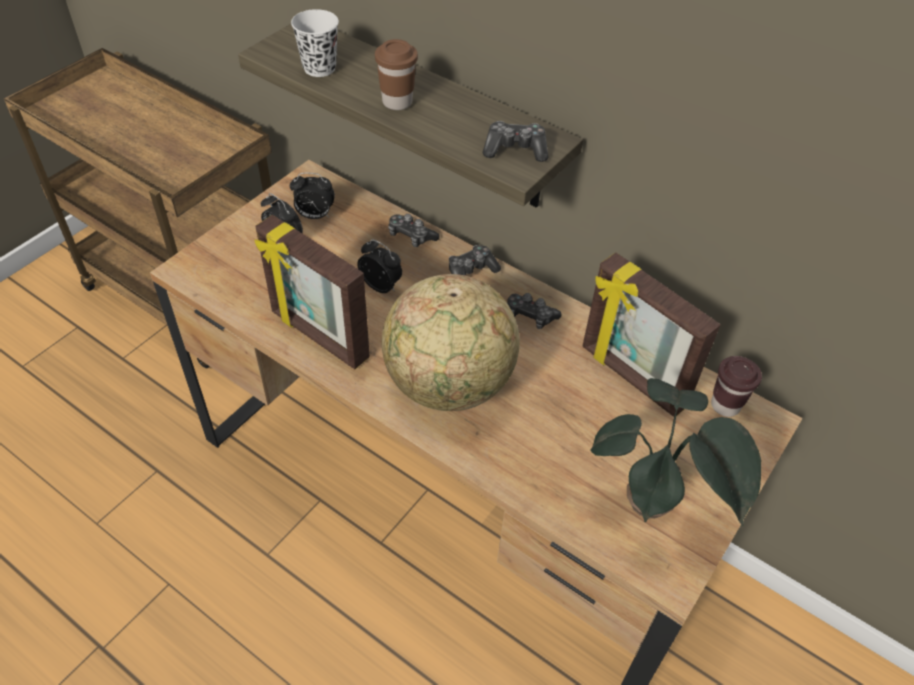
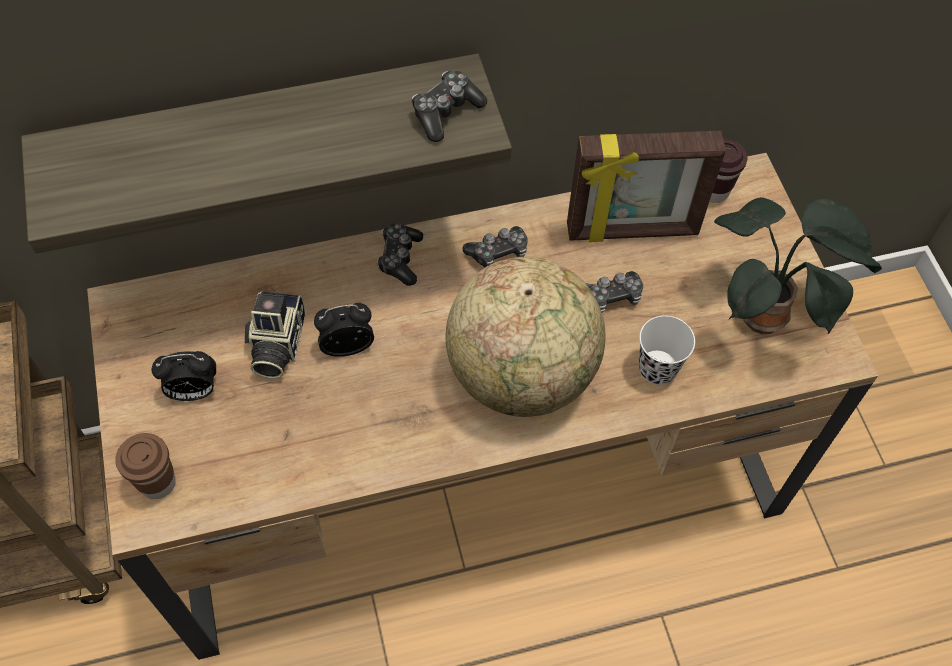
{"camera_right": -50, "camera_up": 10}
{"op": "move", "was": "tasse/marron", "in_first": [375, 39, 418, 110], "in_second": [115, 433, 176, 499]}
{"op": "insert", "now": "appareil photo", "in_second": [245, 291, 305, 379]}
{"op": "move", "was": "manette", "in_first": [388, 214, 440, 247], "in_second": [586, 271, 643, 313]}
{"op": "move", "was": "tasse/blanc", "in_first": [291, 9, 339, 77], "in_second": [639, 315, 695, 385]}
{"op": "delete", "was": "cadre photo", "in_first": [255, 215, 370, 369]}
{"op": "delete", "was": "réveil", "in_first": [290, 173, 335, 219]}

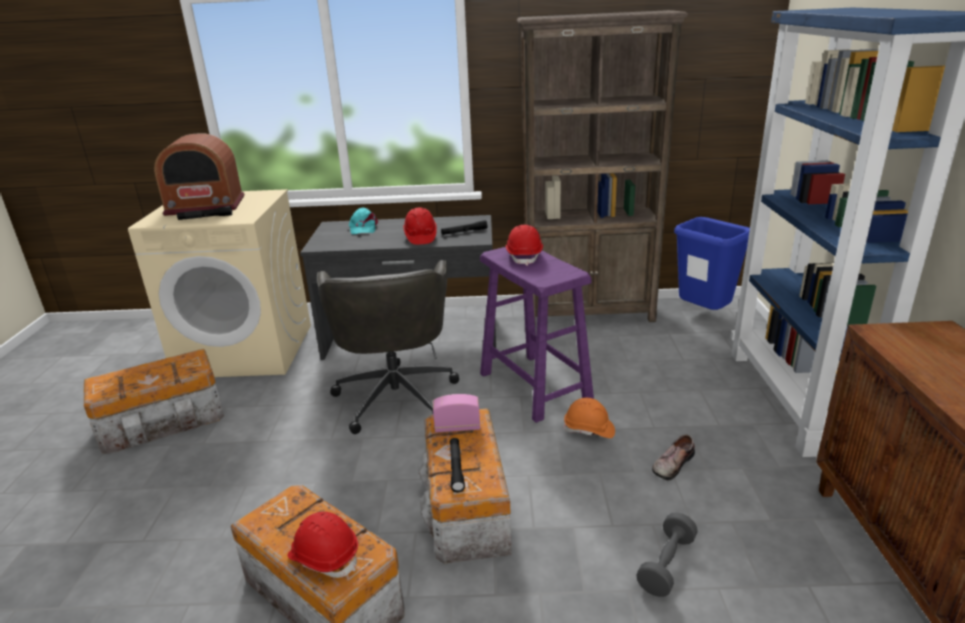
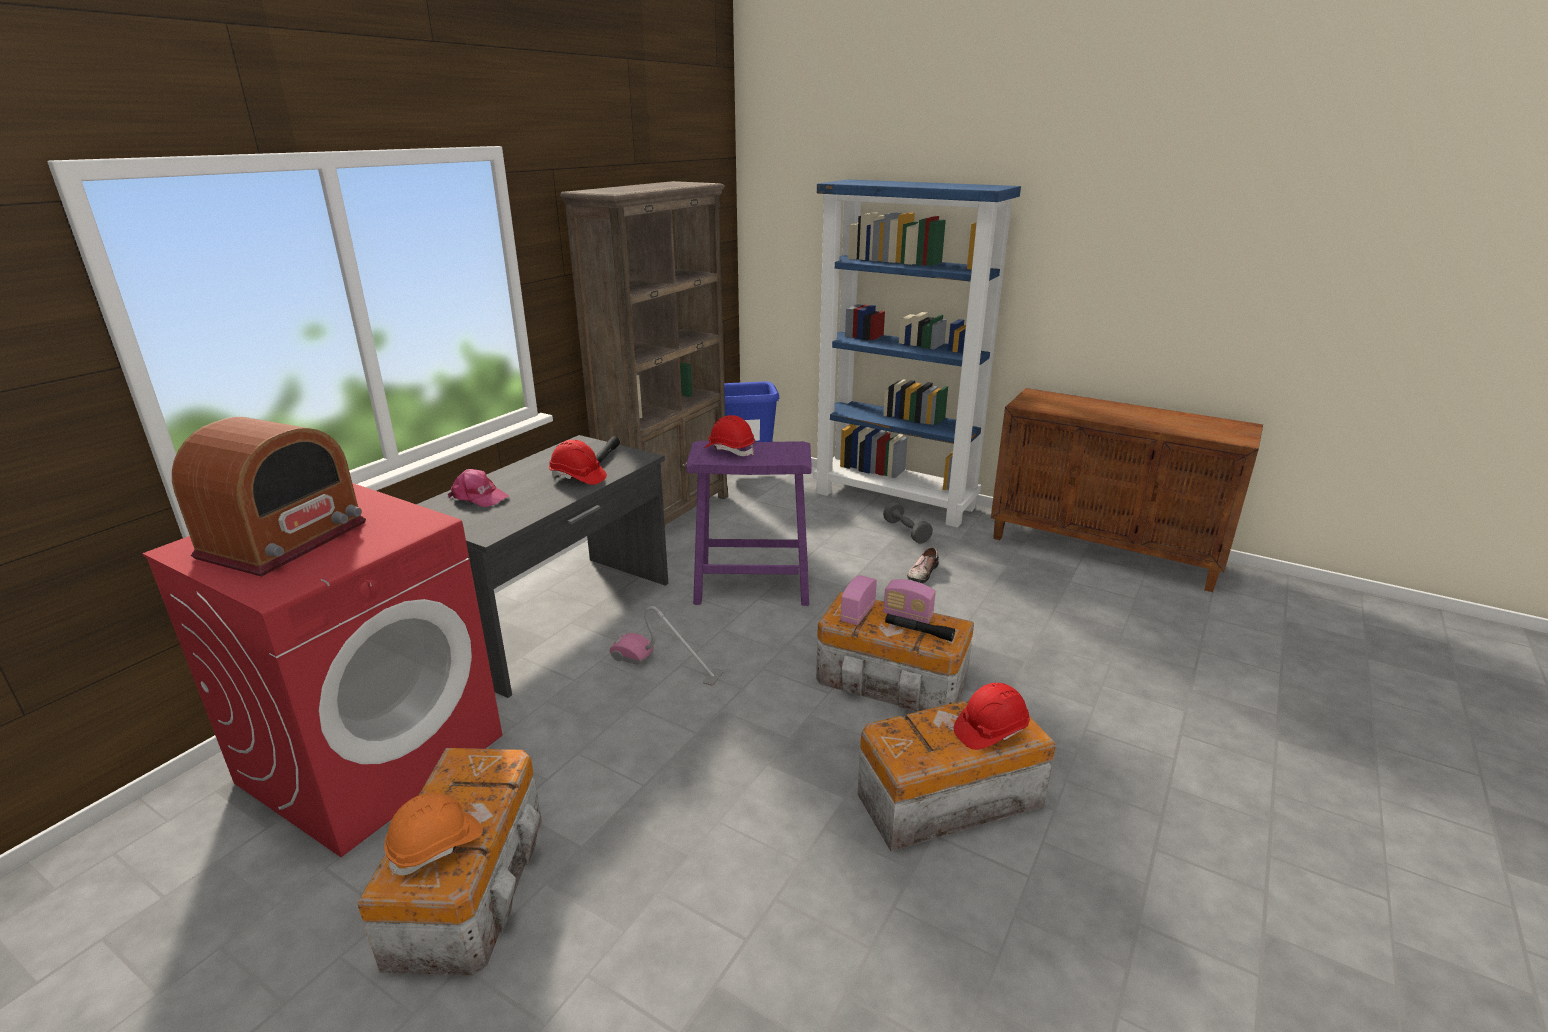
{"camera_right": -60, "camera_up": 0}
{"op": "recolor", "was": "lave-linge/beige", "now": "lave-linge/rouge", "in_first": [128, 189, 311, 377], "in_second": [142, 483, 502, 857]}
{"op": "move", "was": "casque de chantier/orange", "in_first": [563, 398, 615, 438], "in_second": [384, 793, 483, 876]}
{"op": "recolor", "was": "casquette/turquoise", "now": "casquette/rose", "in_first": [349, 207, 378, 234], "in_second": [448, 469, 509, 507]}
{"op": "replace", "was": "chaise de bureau/gris", "now": "aspirateur", "in_first": [317, 260, 459, 434], "in_second": [610, 606, 723, 686]}
{"op": "move", "was": "haltère/gris", "in_first": [637, 512, 698, 597], "in_second": [883, 502, 933, 543]}
{"op": "insert", "now": "radio", "in_second": [883, 579, 936, 624]}
{"op": "rotate", "was": "chaussure", "in_first": [652, 435, 695, 480], "in_second": [907, 547, 939, 583], "clockwise": 45}
{"op": "delete", "was": "lampe de poche/noir", "in_first": [177, 206, 232, 220]}

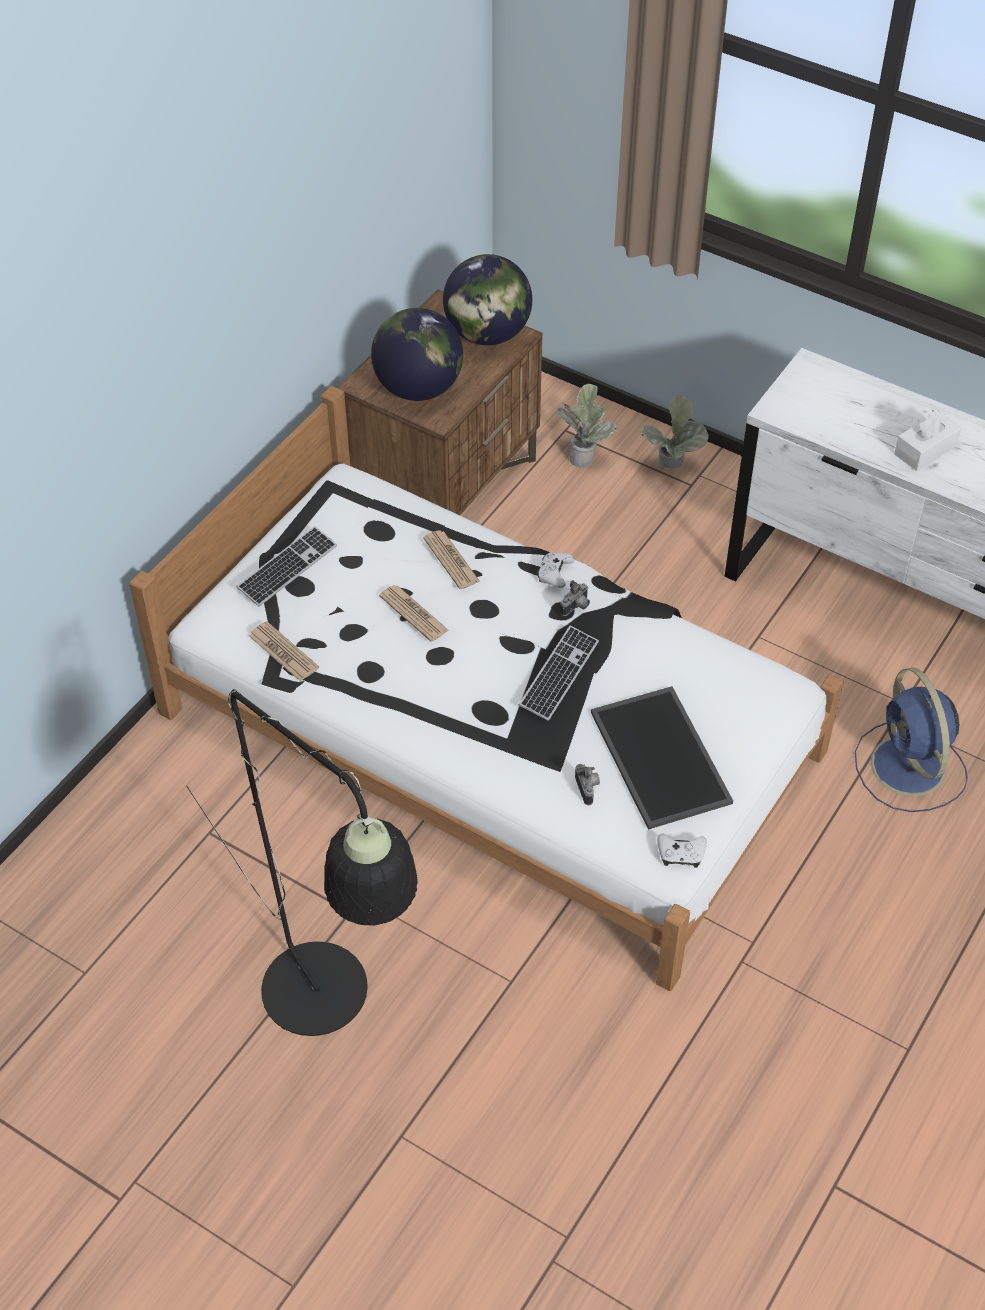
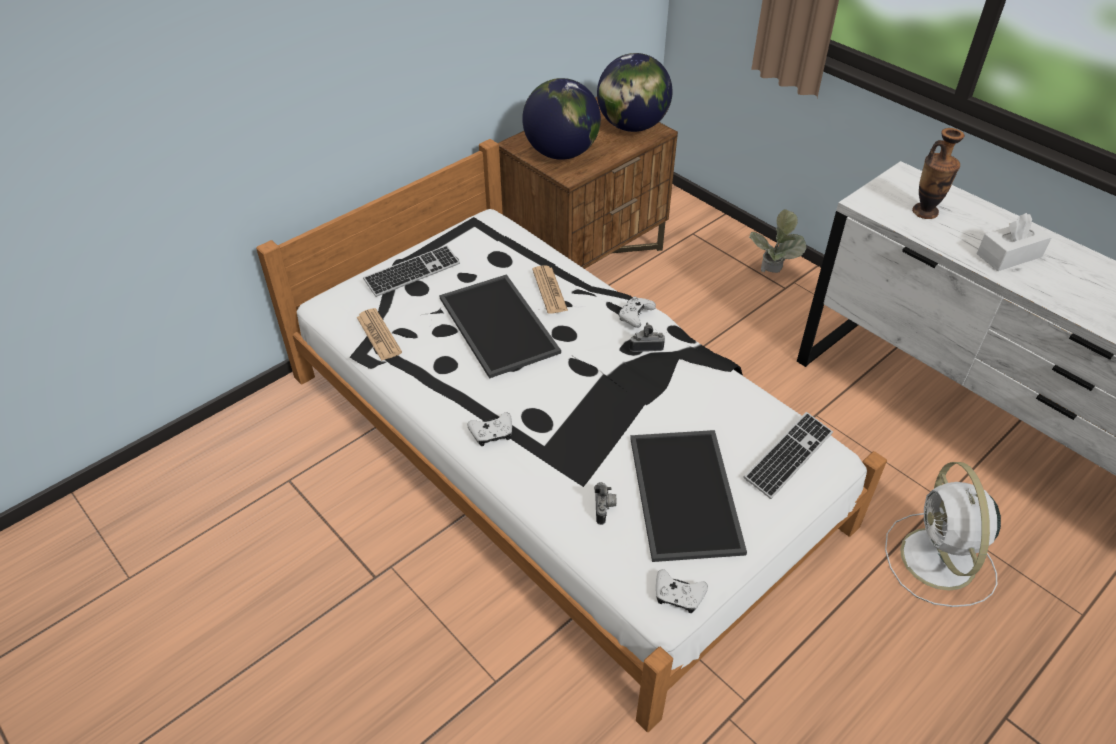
{"camera_right": 15, "camera_up": -5}
{"op": "replace", "was": "journal", "now": "plateau", "in_first": [379, 585, 449, 642], "in_second": [439, 274, 561, 379]}
{"op": "insert", "now": "manette/blanc", "in_second": [467, 412, 512, 446]}
{"op": "rotate", "was": "appareil photo", "in_first": [560, 580, 590, 616], "in_second": [629, 323, 665, 352], "clockwise": -150}
{"op": "move", "was": "clavier", "in_first": [519, 626, 599, 721], "in_second": [744, 412, 833, 499]}
{"op": "recolor", "was": "ventilateur/bleu", "now": "ventilateur/blanc", "in_first": [855, 667, 968, 812], "in_second": [885, 462, 1001, 607]}
{"op": "insert", "now": "vase", "in_second": [912, 128, 965, 219]}
{"op": "delete", "was": "lampadaire/noir", "in_first": [186, 689, 418, 1036]}
{"op": "delete", "was": "plante en pot", "in_first": [556, 384, 617, 468]}

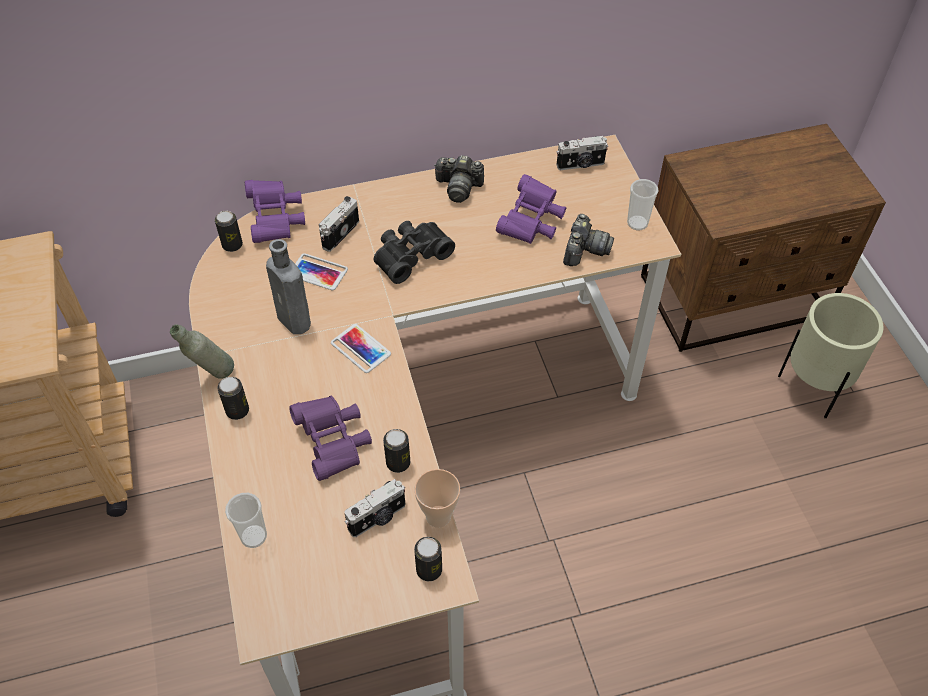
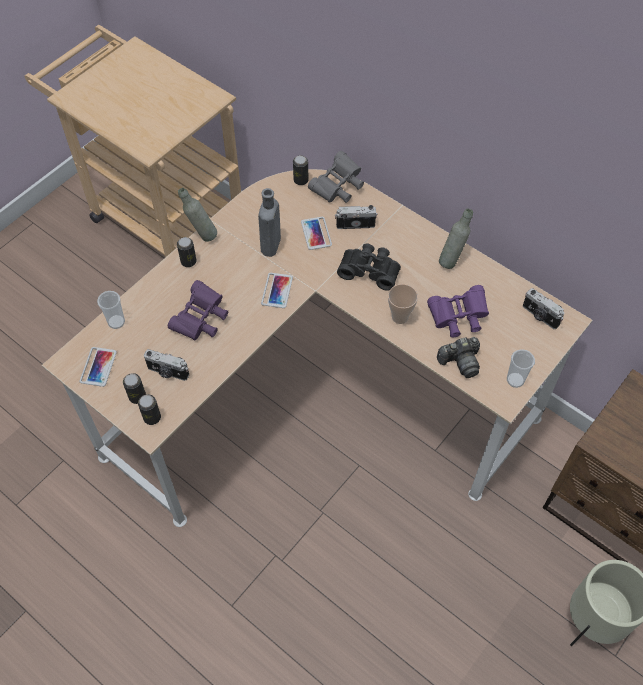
{"camera_right": 55, "camera_up": 5}
{"op": "insert", "now": "téléphone", "in_second": [80, 347, 117, 387]}
{"op": "move", "was": "boîte métallique", "in_first": [383, 429, 410, 473], "in_second": [123, 373, 146, 404]}
{"op": "recolor", "was": "jumelles/violet", "now": "jumelles/gris", "in_first": [245, 180, 305, 243], "in_second": [308, 151, 364, 203]}
{"op": "move", "was": "tasse", "in_first": [414, 469, 460, 528], "in_second": [388, 284, 418, 324]}
{"op": "replace", "was": "appareil photo", "now": "bouteille/gris", "in_first": [434, 155, 484, 203], "in_second": [439, 208, 473, 269]}

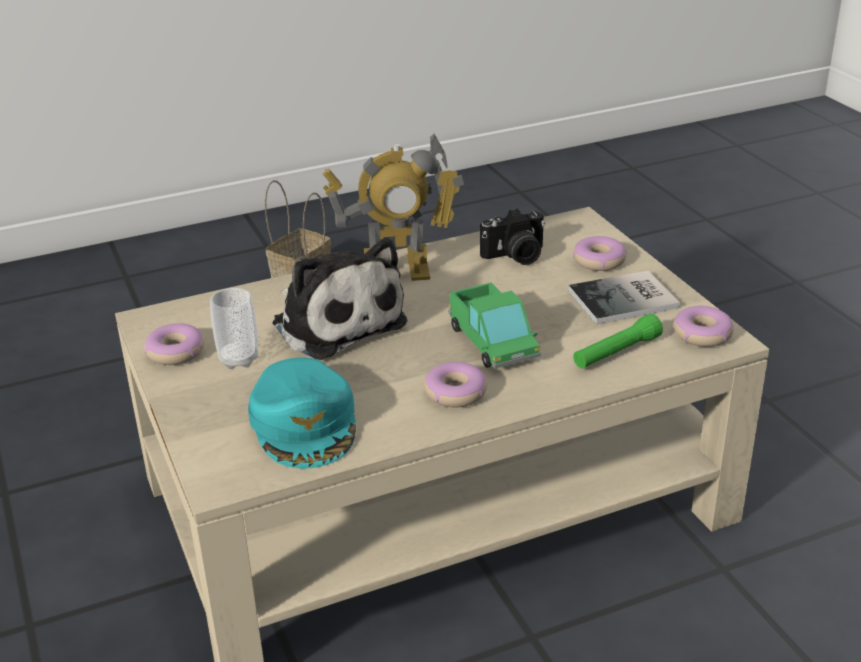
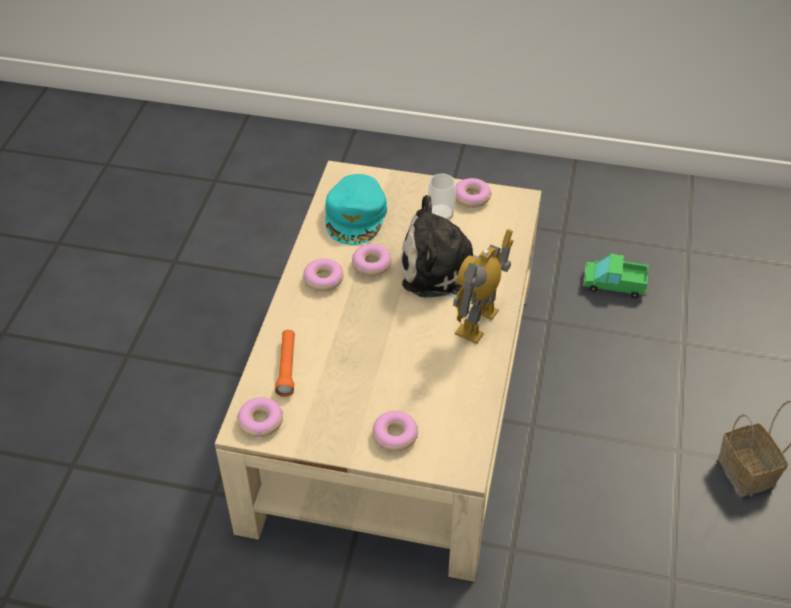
{"camera_right": 125, "camera_up": 15}
{"op": "recolor", "was": "lampe de poche/vert", "now": "lampe de poche/orange", "in_first": [573, 314, 663, 369], "in_second": [275, 330, 295, 397]}
{"op": "rotate", "was": "casquette/turquoise", "in_first": [248, 358, 356, 469], "in_second": [325, 174, 387, 245], "clockwise": -105}
{"op": "insert", "now": "beignet", "in_second": [352, 244, 392, 276]}
{"op": "move", "was": "camion jouet", "in_first": [448, 282, 541, 369], "in_second": [583, 254, 649, 298]}
{"op": "delete", "was": "appareil photo", "in_first": [480, 208, 545, 265]}
{"op": "delete", "was": "livre", "in_first": [568, 270, 680, 324]}

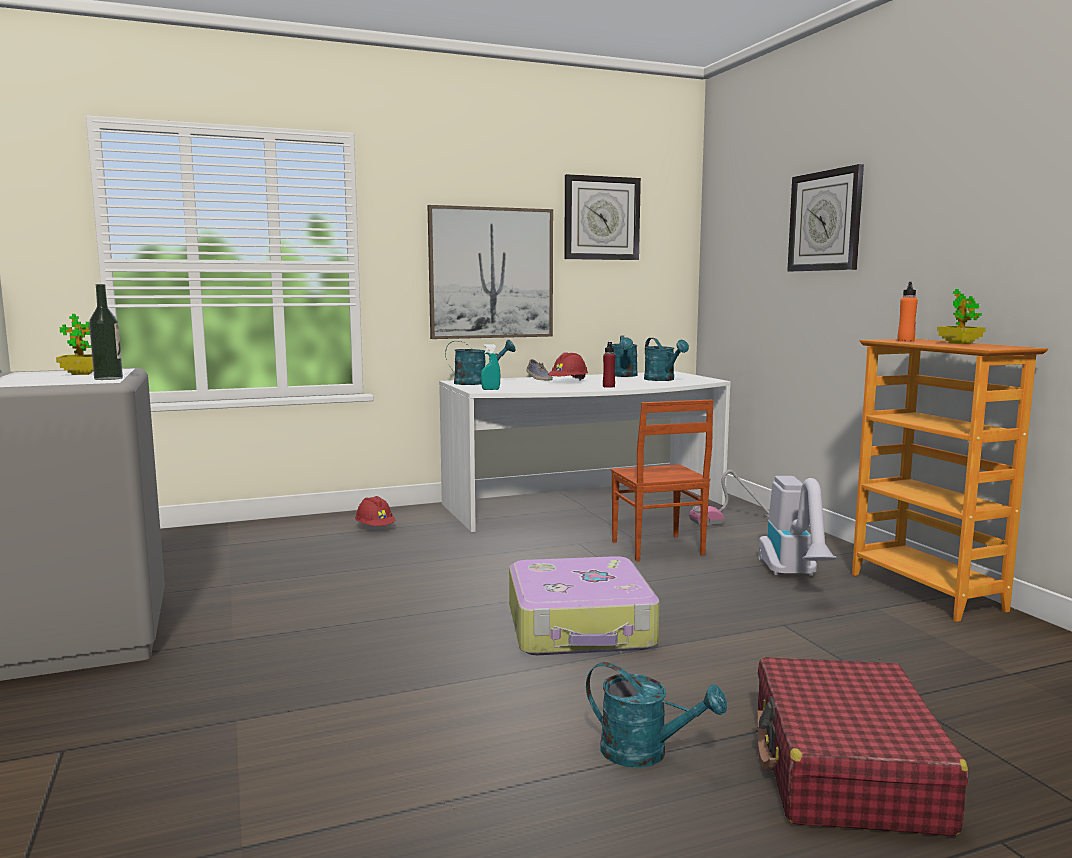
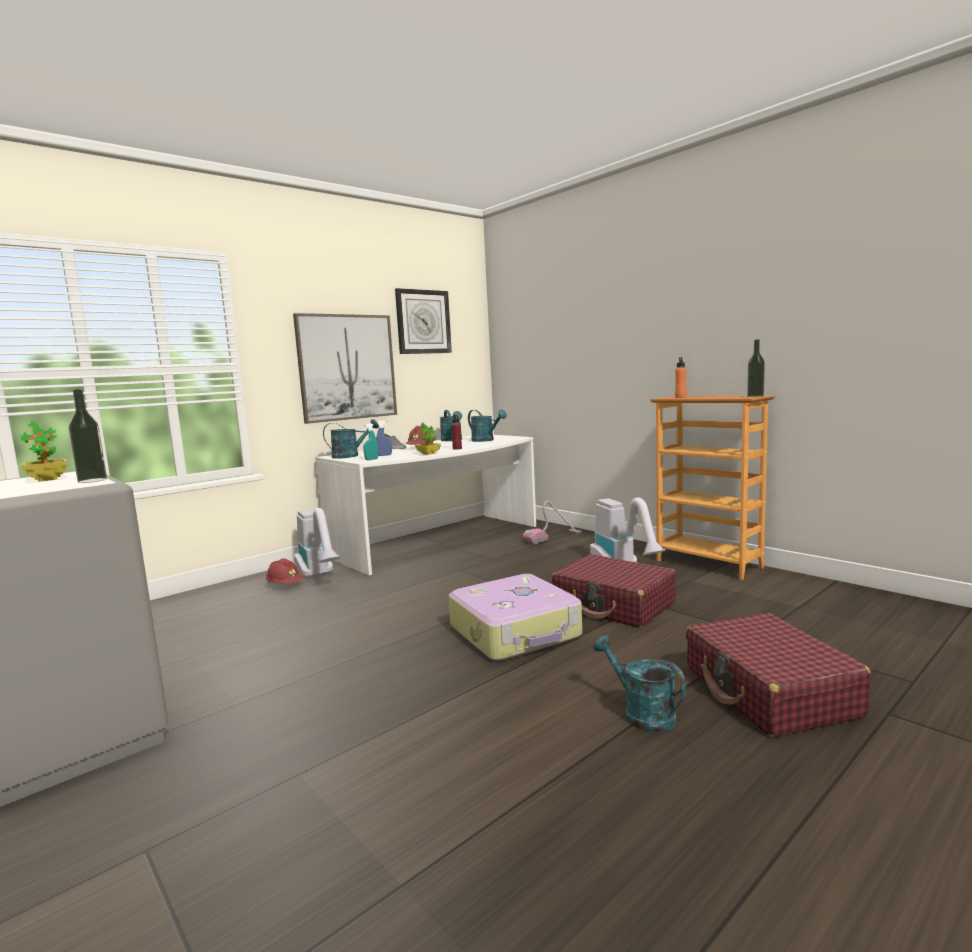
{"camera_right": -20, "camera_up": 0}
{"op": "insert", "now": "aspirateur", "in_second": [294, 508, 340, 578]}
{"op": "insert", "now": "vaporisateur/bleu", "in_second": [376, 420, 392, 456]}
{"op": "move", "was": "plante en pot", "in_first": [937, 289, 986, 344], "in_second": [415, 422, 441, 455]}
{"op": "insert", "now": "valise/rouge", "in_second": [552, 554, 676, 628]}
{"op": "rotate", "was": "arrosoir/turquoise", "in_first": [586, 662, 727, 768], "in_second": [593, 635, 686, 733], "clockwise": -135}
{"op": "insert", "now": "bouteille", "in_second": [747, 339, 765, 397]}
{"op": "delete", "was": "chaise/marron", "in_first": [611, 400, 713, 562]}
{"op": "delete", "was": "horloge murale", "in_first": [787, 164, 864, 271]}

